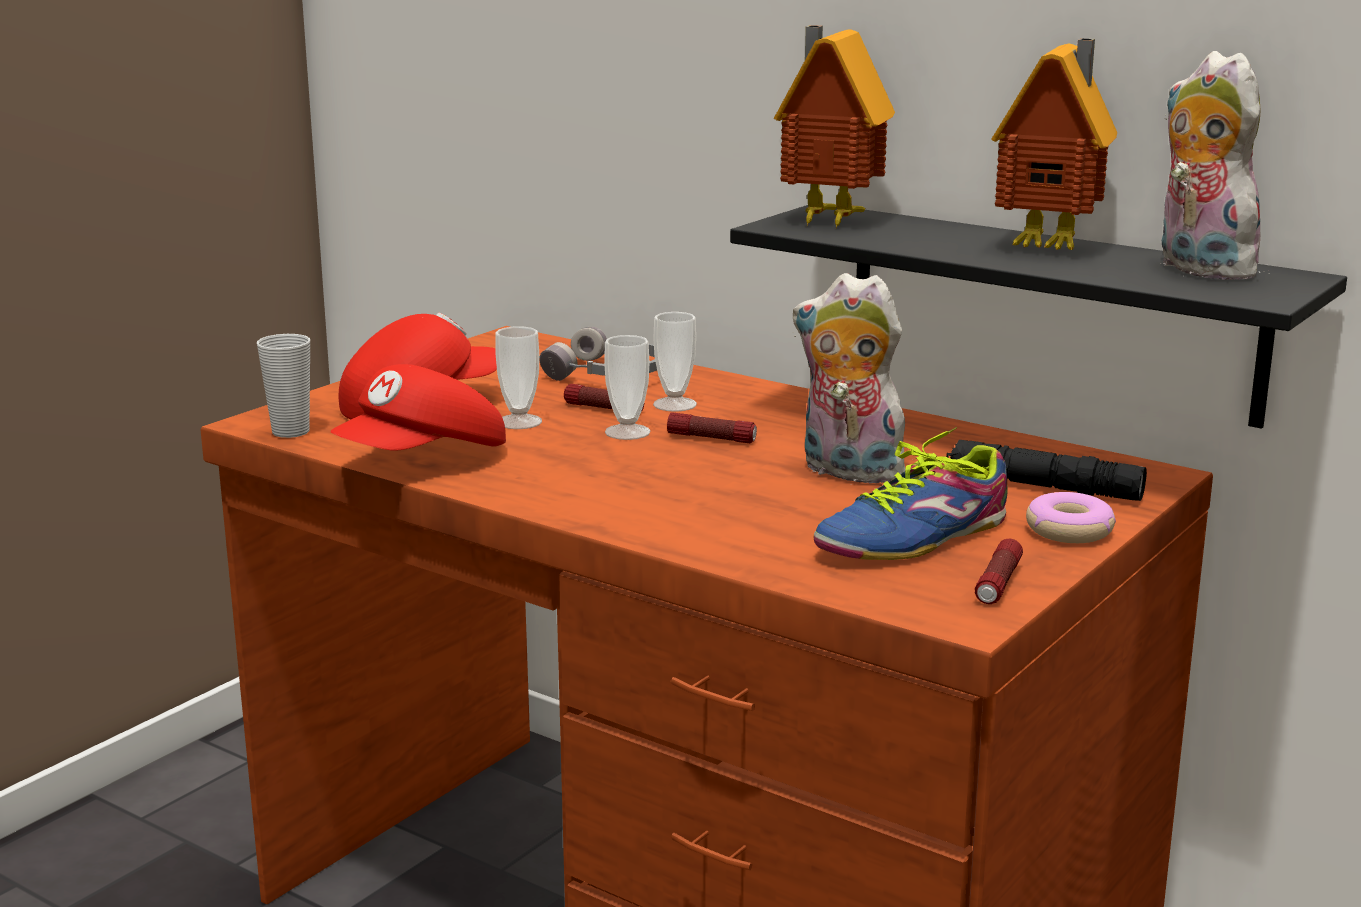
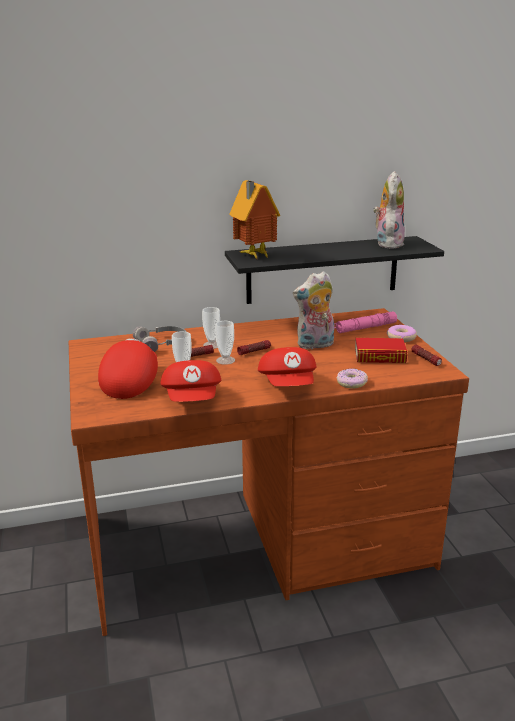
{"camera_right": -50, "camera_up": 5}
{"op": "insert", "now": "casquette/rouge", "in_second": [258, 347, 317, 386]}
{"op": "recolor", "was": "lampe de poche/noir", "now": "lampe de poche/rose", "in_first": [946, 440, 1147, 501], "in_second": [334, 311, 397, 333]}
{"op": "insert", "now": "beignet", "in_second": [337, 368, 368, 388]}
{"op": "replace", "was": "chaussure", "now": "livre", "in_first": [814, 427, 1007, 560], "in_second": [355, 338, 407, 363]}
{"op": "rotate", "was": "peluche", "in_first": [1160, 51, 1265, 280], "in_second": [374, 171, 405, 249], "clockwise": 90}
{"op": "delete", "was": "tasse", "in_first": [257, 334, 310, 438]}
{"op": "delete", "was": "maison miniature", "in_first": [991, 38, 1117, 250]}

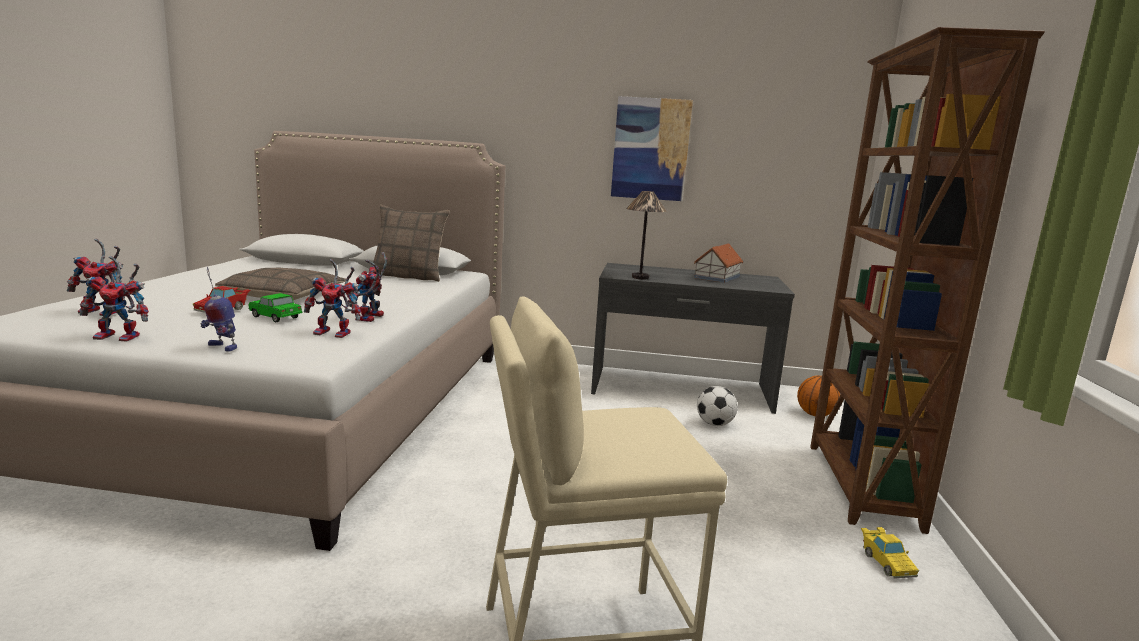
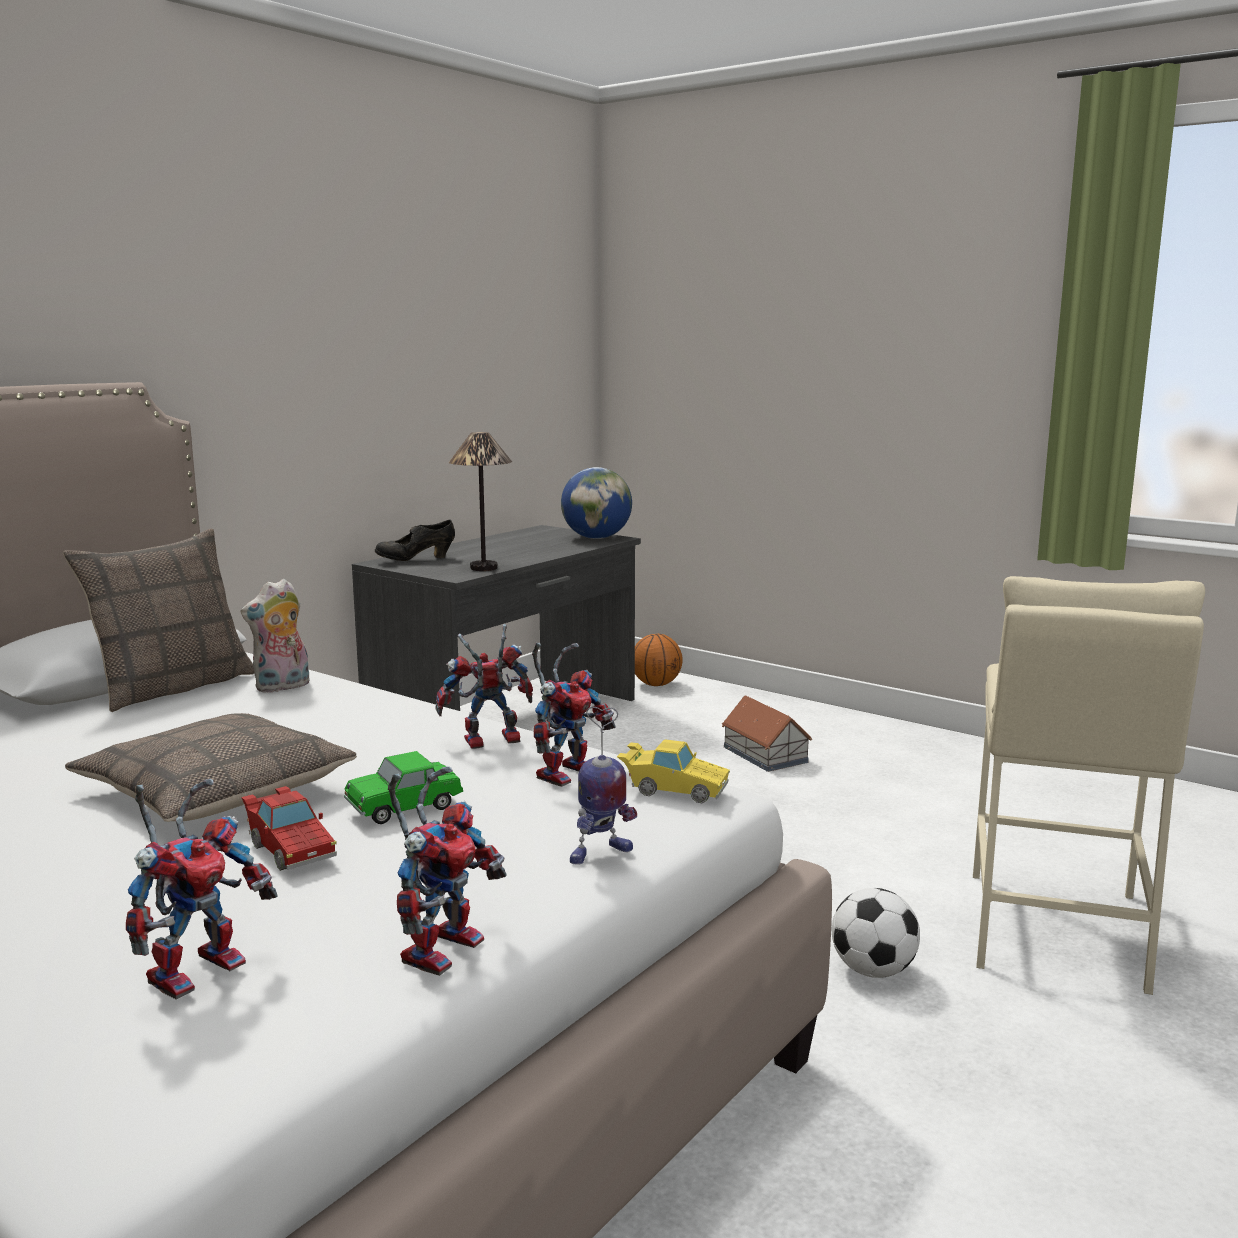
{"camera_right": -60, "camera_up": 0}
{"op": "insert", "now": "peluche", "in_second": [240, 579, 310, 693]}
{"op": "insert", "now": "chaussure/noir", "in_second": [375, 520, 455, 561]}
{"op": "rotate", "was": "robot jouet", "in_first": [347, 252, 387, 322], "in_second": [435, 624, 533, 749], "clockwise": 120}
{"op": "insert", "now": "globe", "in_second": [561, 467, 632, 539]}
{"op": "move", "was": "petite voiture/jaune", "in_first": [861, 527, 920, 579], "in_second": [617, 739, 730, 803]}
{"op": "move", "was": "maison miniature", "in_first": [694, 243, 743, 283], "in_second": [721, 695, 812, 772]}
{"op": "move", "was": "ballon de foot", "in_first": [697, 386, 738, 426], "in_second": [832, 888, 920, 978]}
{"op": "delete", "was": "tableau", "in_first": [611, 96, 693, 201]}
{"op": "delete", "was": "bibliothèque/marron", "in_first": [810, 27, 1045, 534]}

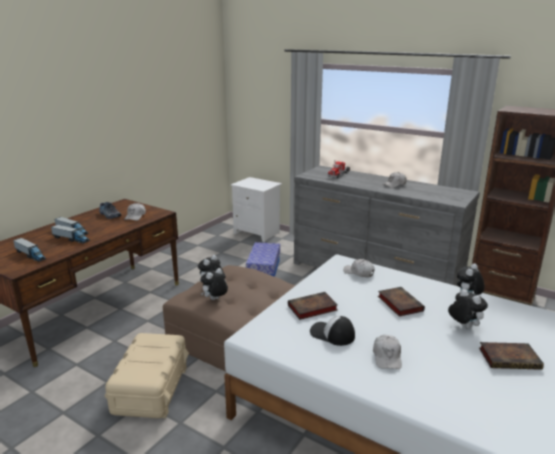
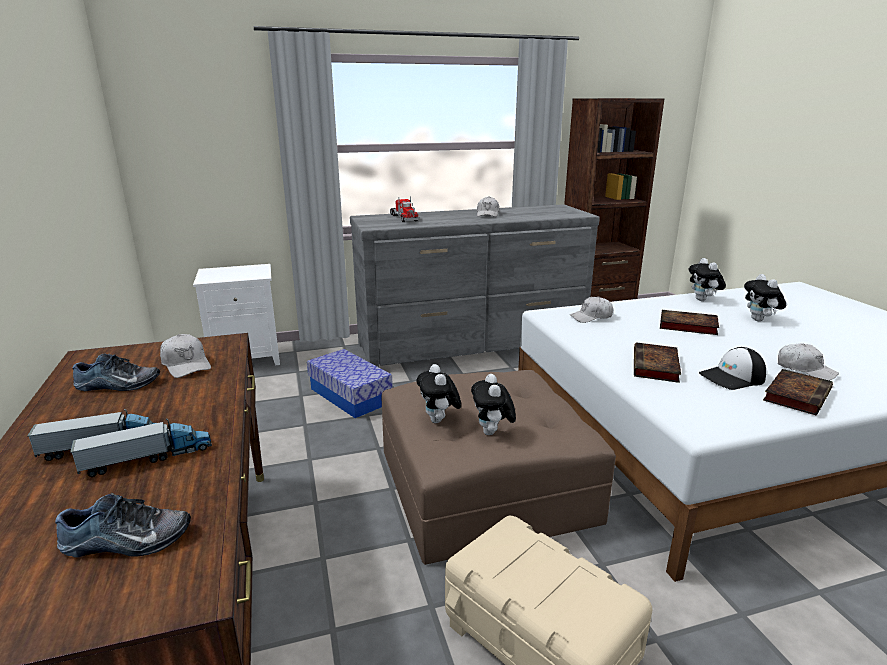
{"camera_right": -50, "camera_up": 0}
{"op": "replace", "was": "camion jouet", "now": "chaussure", "in_first": [13, 238, 46, 262], "in_second": [55, 492, 191, 558]}
{"op": "rotate", "was": "peluche", "in_first": [448, 289, 488, 329], "in_second": [744, 274, 786, 321], "clockwise": -105}
{"op": "move", "was": "livre", "in_first": [479, 342, 544, 370], "in_second": [763, 369, 833, 415]}

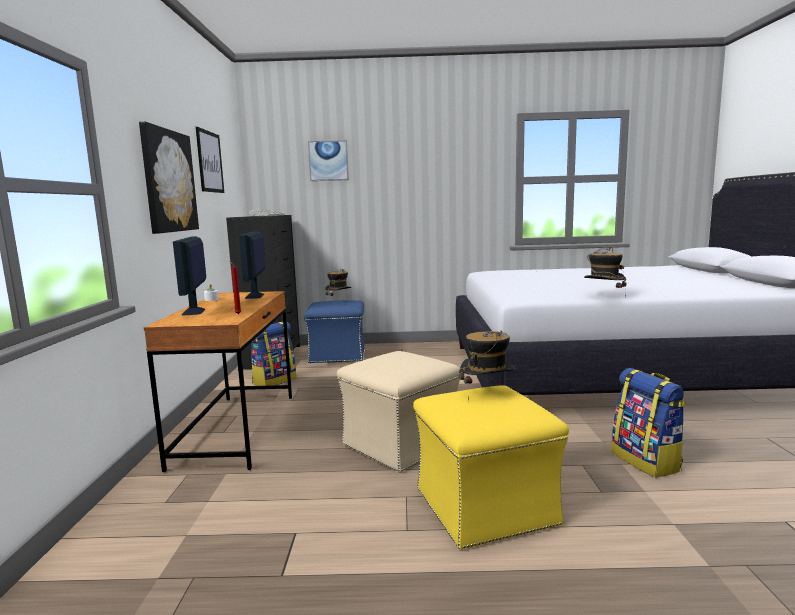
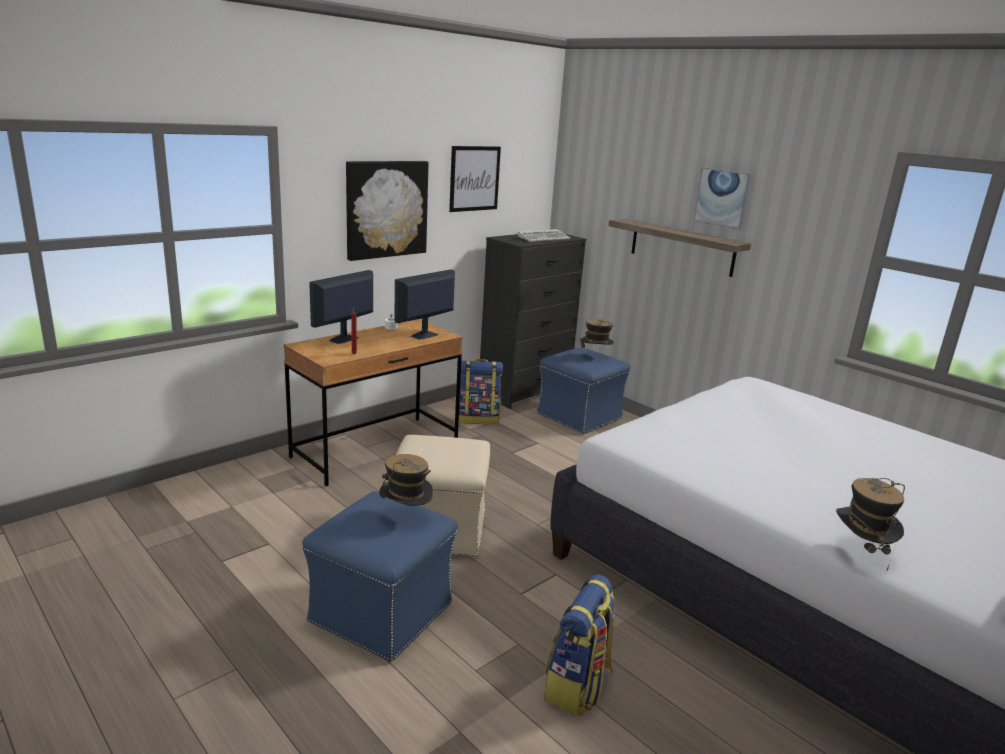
{"camera_right": 45, "camera_up": 10}
{"op": "recolor", "was": "pouf/jaune", "now": "pouf/bleu", "in_first": [413, 385, 569, 550], "in_second": [302, 491, 458, 662]}
{"op": "insert", "now": "étagère", "in_second": [608, 218, 751, 277]}
{"op": "move", "was": "tableau", "in_first": [308, 140, 349, 181], "in_second": [693, 167, 752, 230]}
{"op": "move", "was": "chapeau", "in_first": [584, 247, 627, 297], "in_second": [836, 478, 905, 570]}

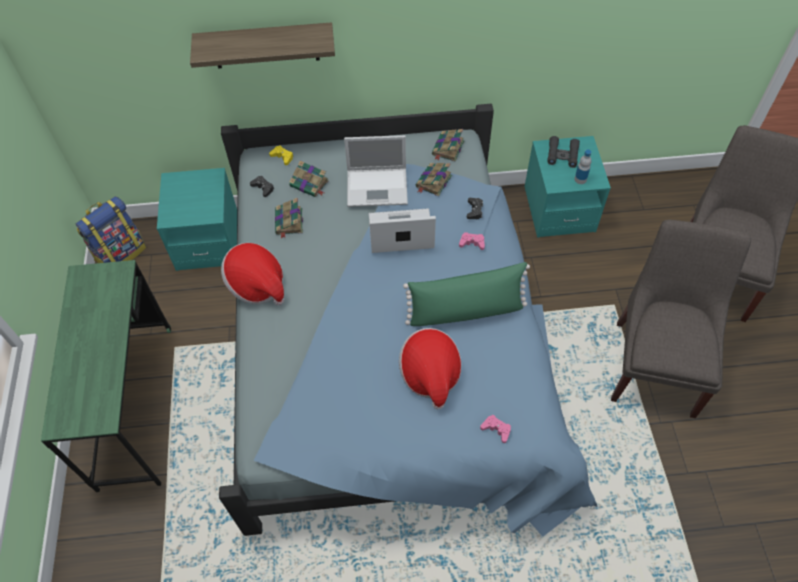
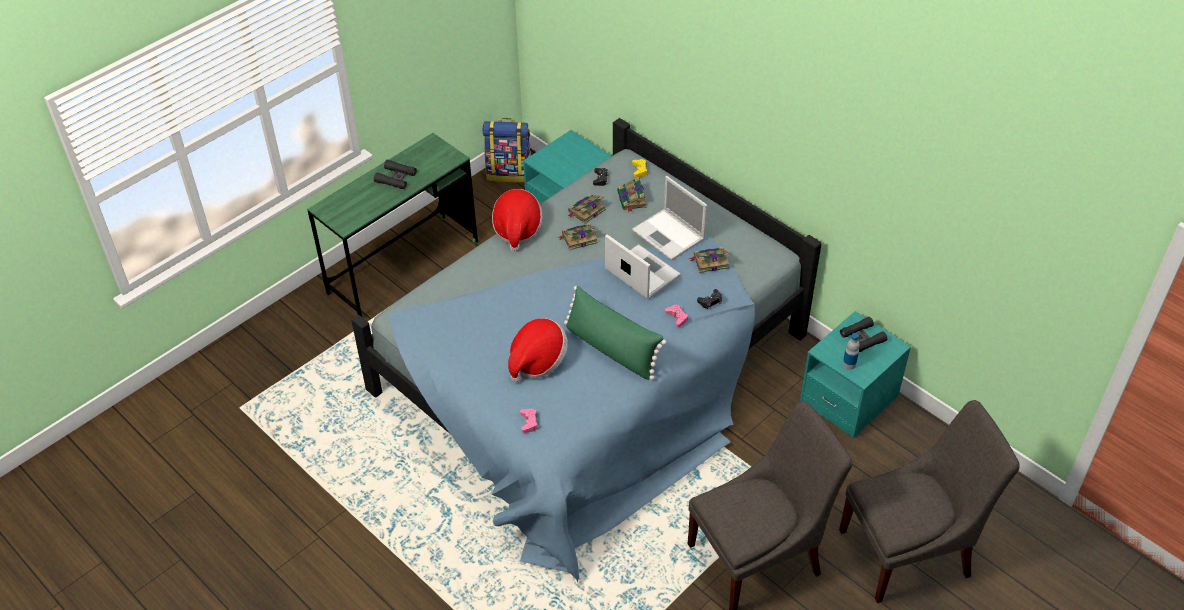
{"camera_right": 50, "camera_up": -10}
{"op": "insert", "now": "jumelles/noir", "in_second": [374, 159, 417, 189]}
{"op": "move", "was": "livre", "in_first": [432, 129, 464, 162], "in_second": [558, 223, 598, 250]}
{"op": "delete", "was": "étagère", "in_first": [190, 22, 335, 69]}

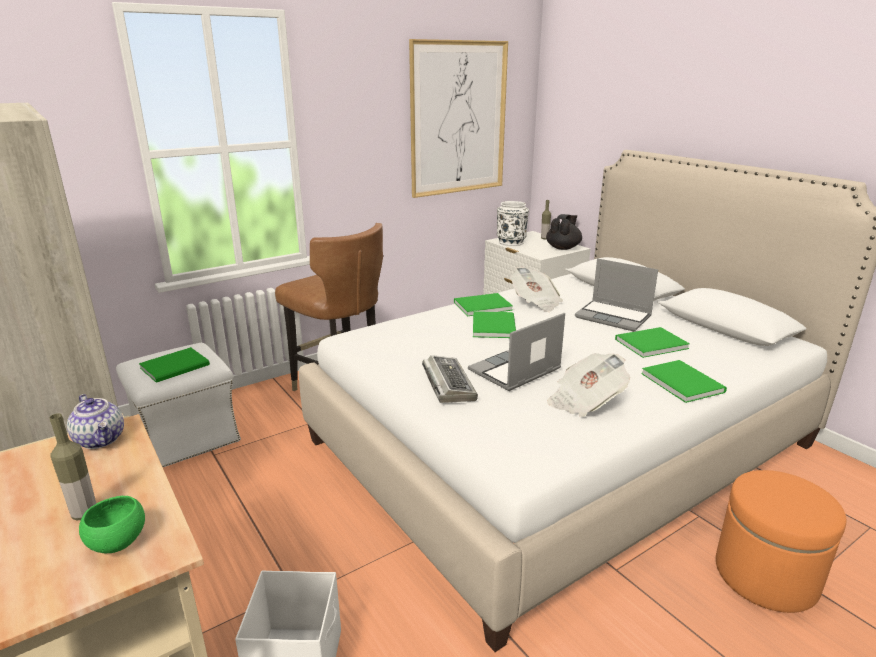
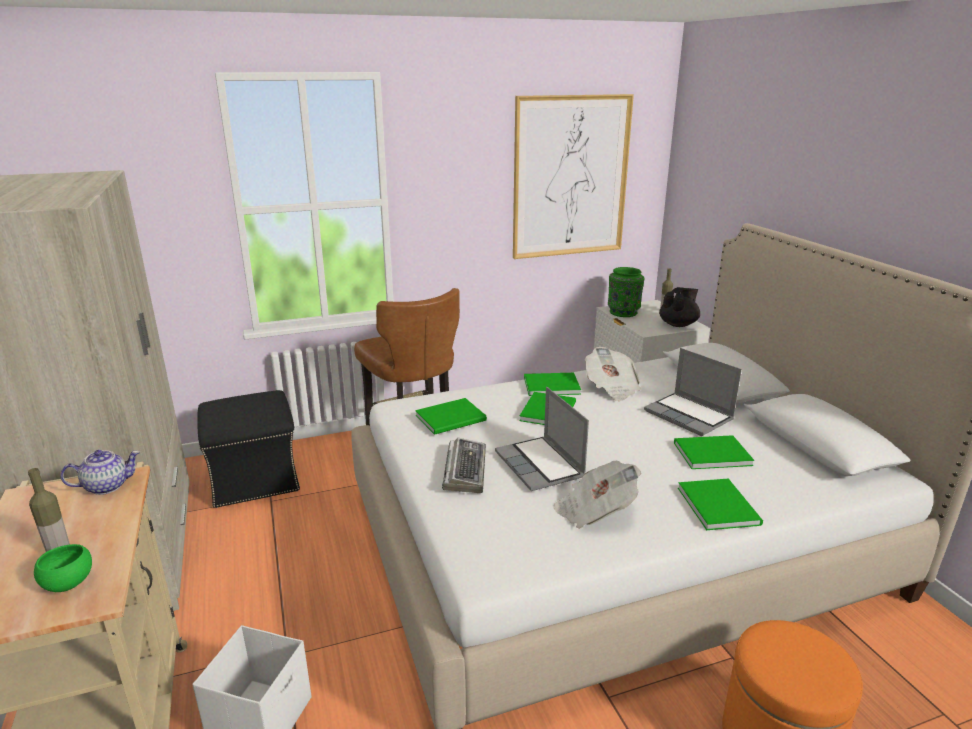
{"camera_right": 15, "camera_up": 0}
{"op": "rotate", "was": "théière", "in_first": [67, 394, 124, 449], "in_second": [60, 450, 140, 495], "clockwise": -90}
{"op": "recolor", "was": "pouf/blanc", "now": "pouf/noir", "in_first": [116, 343, 241, 467], "in_second": [197, 390, 300, 508]}
{"op": "move", "was": "livre/vert", "in_first": [139, 347, 210, 383], "in_second": [415, 398, 487, 435]}
{"op": "rotate", "was": "ordinateur portable", "in_first": [468, 313, 565, 391], "in_second": [495, 387, 589, 491], "clockwise": -90}
{"op": "recolor", "was": "vase/blanc", "now": "vase/vert", "in_first": [497, 201, 529, 246], "in_second": [608, 267, 645, 317]}

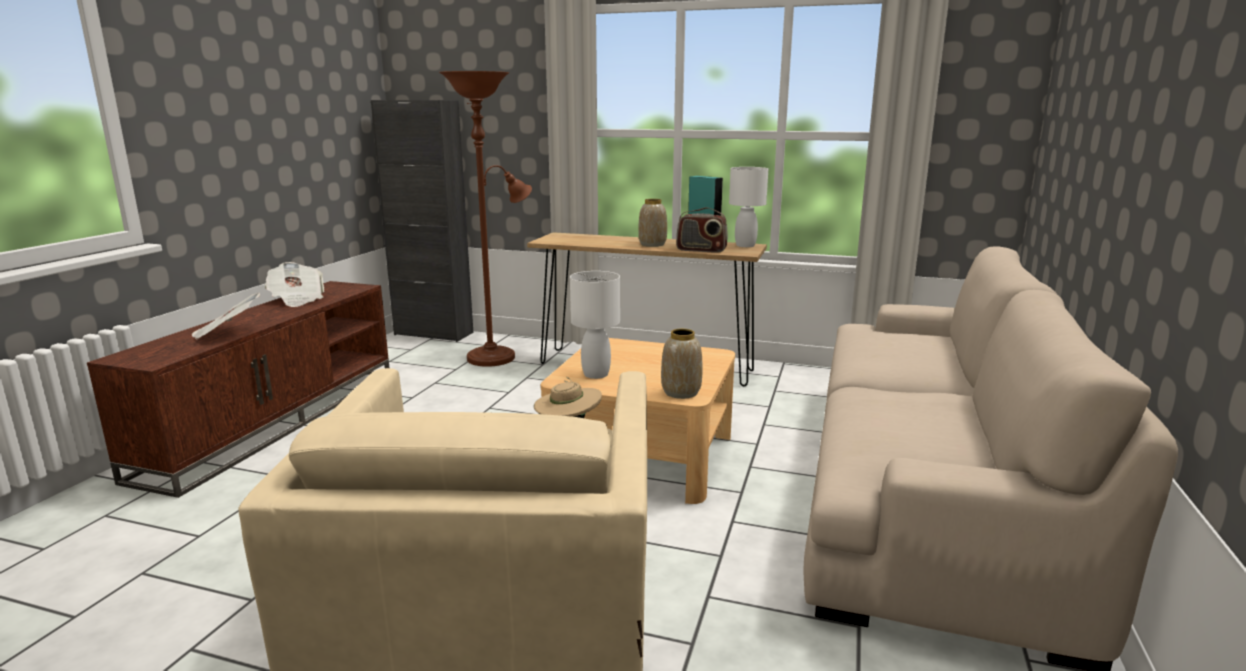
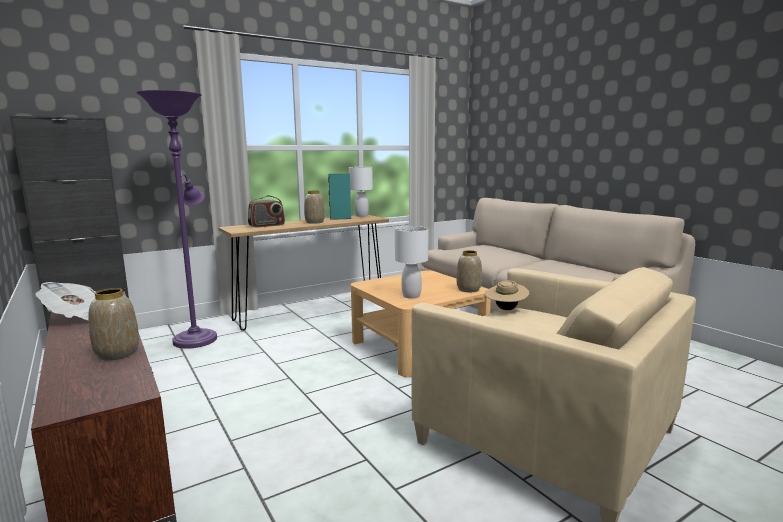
{"camera_right": -50, "camera_up": -5}
{"op": "replace", "was": "journal", "now": "vase", "in_first": [191, 293, 260, 340], "in_second": [88, 288, 139, 360]}
{"op": "recolor", "was": "lampadaire/marron", "now": "lampadaire/violet", "in_first": [439, 71, 532, 367], "in_second": [136, 90, 217, 349]}
{"op": "move", "was": "radio", "in_first": [676, 207, 728, 253], "in_second": [248, 195, 285, 227]}

